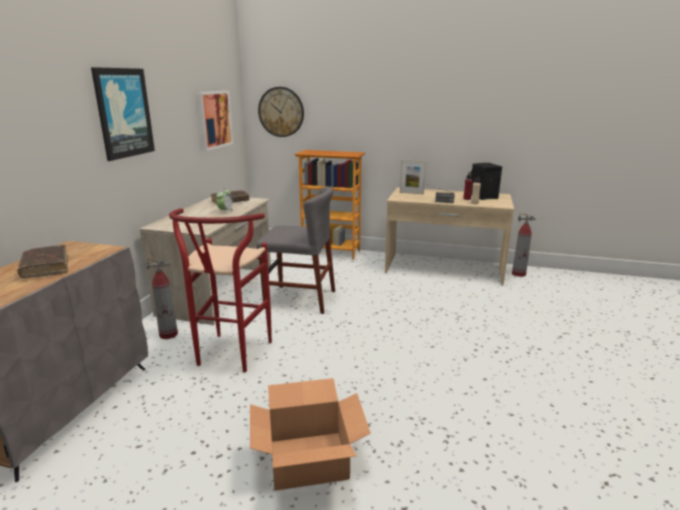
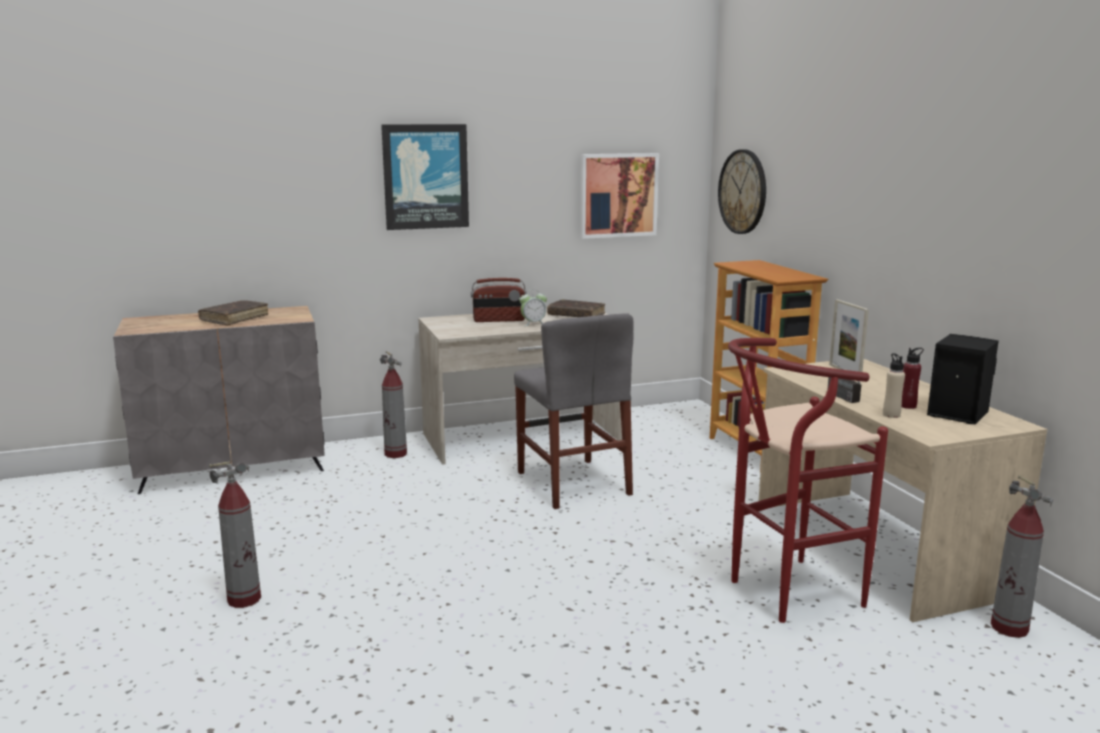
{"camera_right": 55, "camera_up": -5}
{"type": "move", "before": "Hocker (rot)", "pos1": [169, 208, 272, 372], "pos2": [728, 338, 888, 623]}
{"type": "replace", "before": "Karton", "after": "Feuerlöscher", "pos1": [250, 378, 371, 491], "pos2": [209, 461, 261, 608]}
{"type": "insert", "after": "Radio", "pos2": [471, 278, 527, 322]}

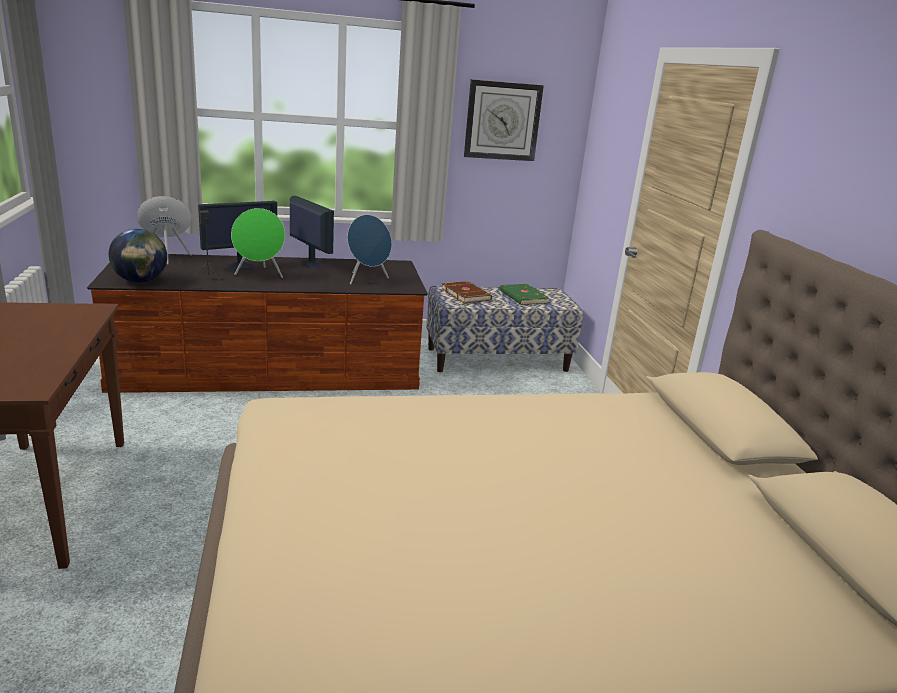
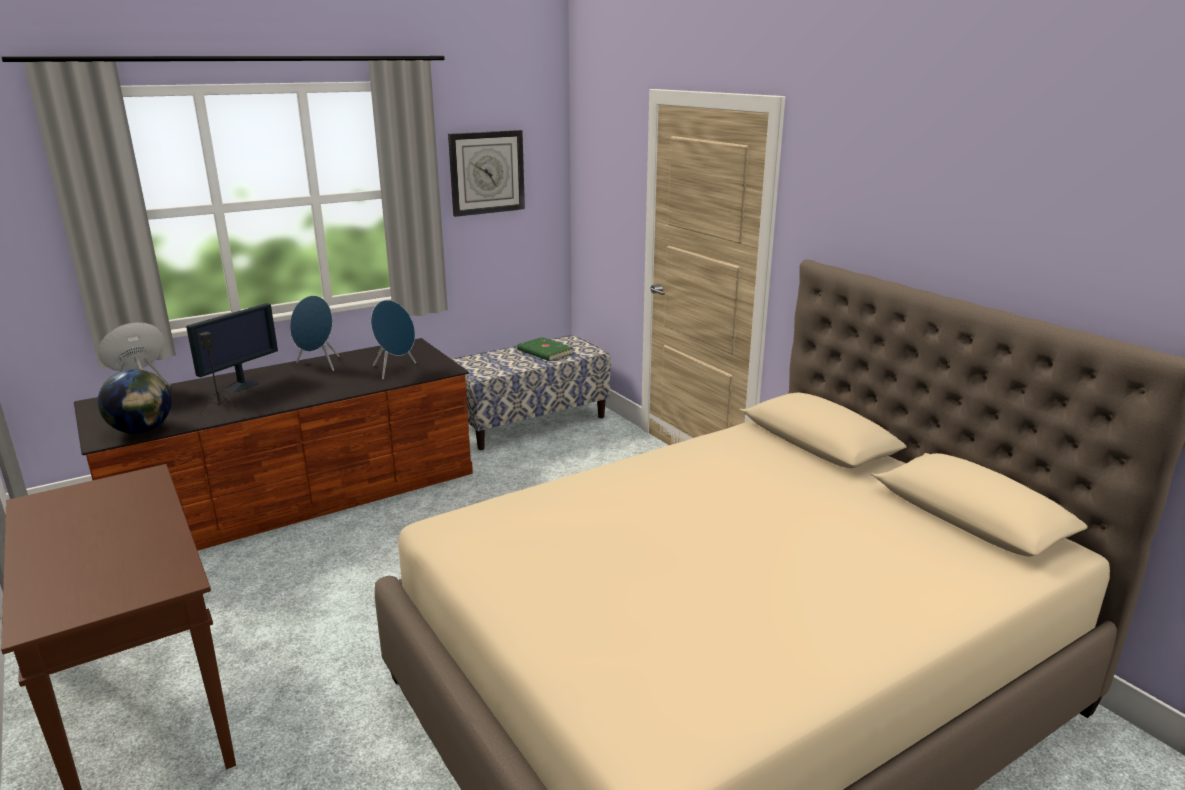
{"camera_right": -20, "camera_up": 0}
{"type": "delete", "before": "Lautsprecher (grün)", "pos1": [231, 208, 285, 278]}
{"type": "replace", "before": "Monitor", "after": "Lautsprecher (blau)", "pos1": [290, 196, 334, 269], "pos2": [290, 296, 340, 371]}
{"type": "delete", "before": "Buch (braun)", "pos1": [441, 281, 492, 303]}

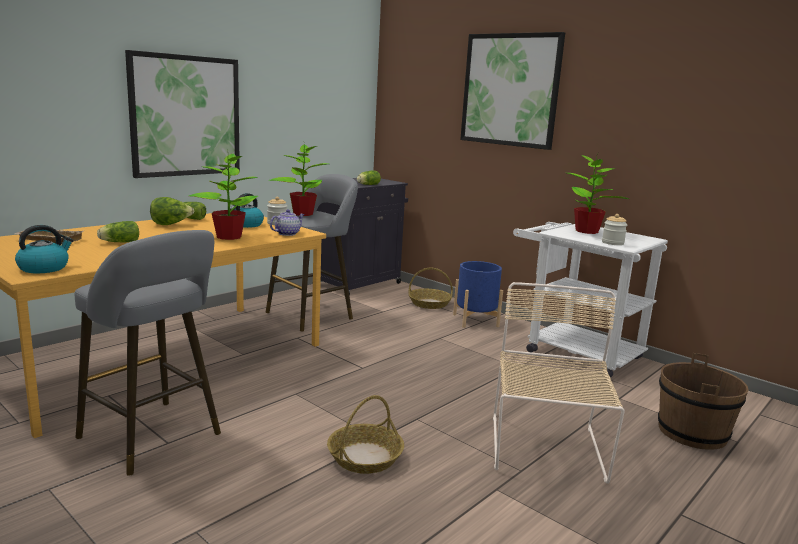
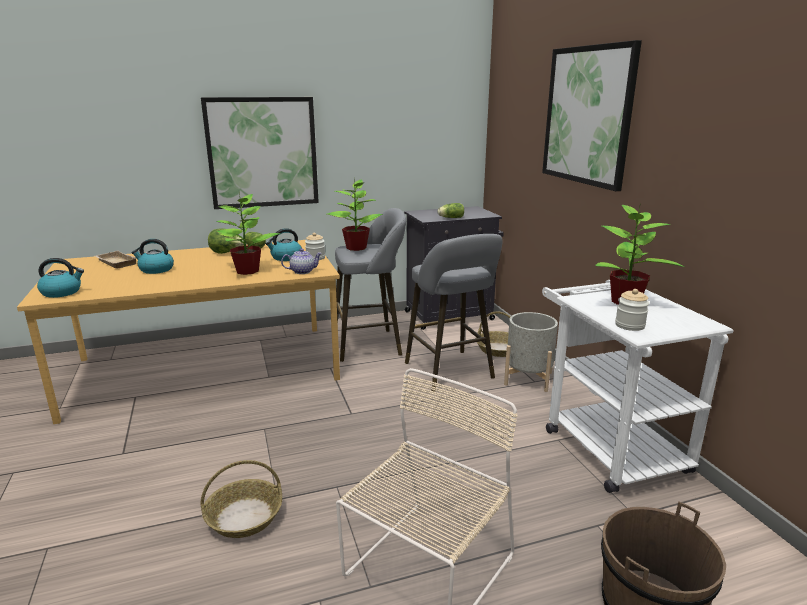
{"camera_right": 30, "camera_up": 5}
{"type": "move", "before": "Hocker (grau)", "pos1": [75, 230, 221, 476], "pos2": [405, 234, 503, 392]}
{"type": "replace", "before": "Salatkopf", "after": "Wasserkessel", "pos1": [97, 221, 139, 242], "pos2": [131, 239, 174, 274]}
{"type": "recolor", "before": "Pflanzkübel (blau)", "after": "Pflanzkübel (grau)", "pos1": [453, 261, 503, 328], "pos2": [504, 312, 558, 392]}

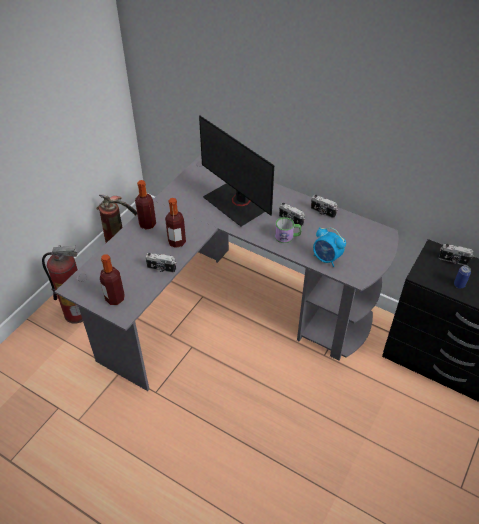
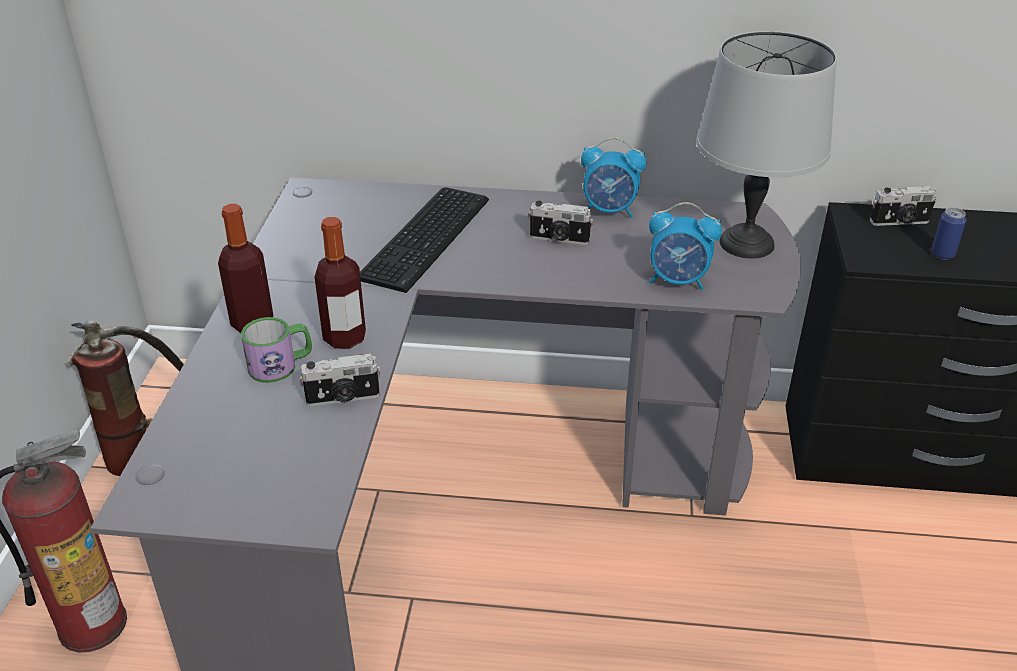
{"camera_right": -25, "camera_up": -10}
{"type": "delete", "before": "Flasche", "pos1": [100, 254, 125, 305]}
{"type": "replace", "before": "Monitor", "after": "Tastatur", "pos1": [199, 116, 274, 227], "pos2": [360, 187, 489, 293]}
{"type": "move", "before": "Henkelbecher", "pos1": [275, 217, 301, 243], "pos2": [241, 317, 312, 383]}
{"type": "replace", "before": "Kamera", "after": "Wecker", "pos1": [311, 195, 338, 219], "pos2": [581, 137, 646, 218]}
{"type": "insert", "after": "Tischlampe (grau)", "pos2": [696, 31, 837, 259]}

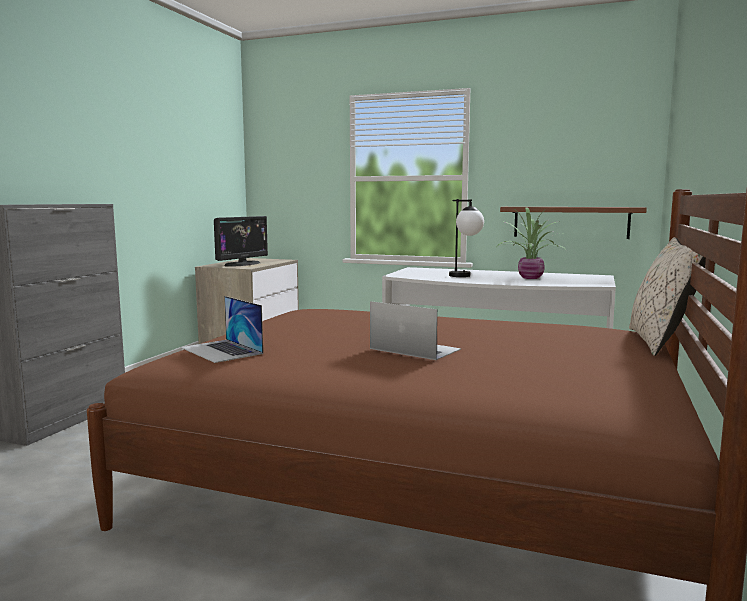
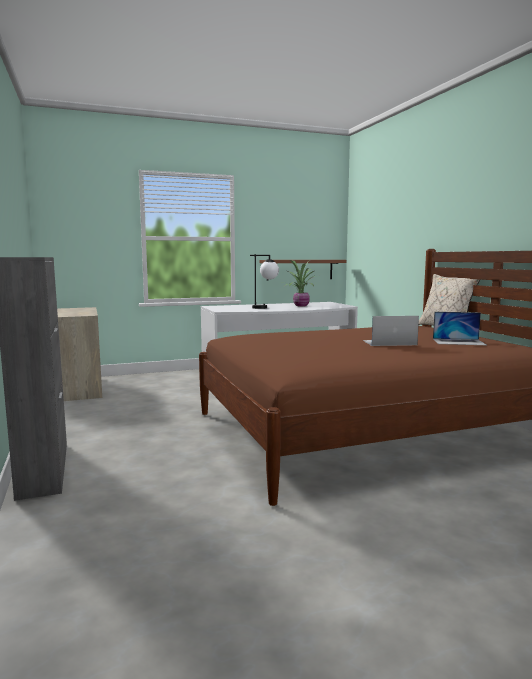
{"camera_right": -40, "camera_up": 0}
{"type": "move", "before": "Laptop", "pos1": [181, 296, 263, 363], "pos2": [433, 312, 486, 345]}
{"type": "delete", "before": "Monitor", "pos1": [214, 216, 268, 267]}

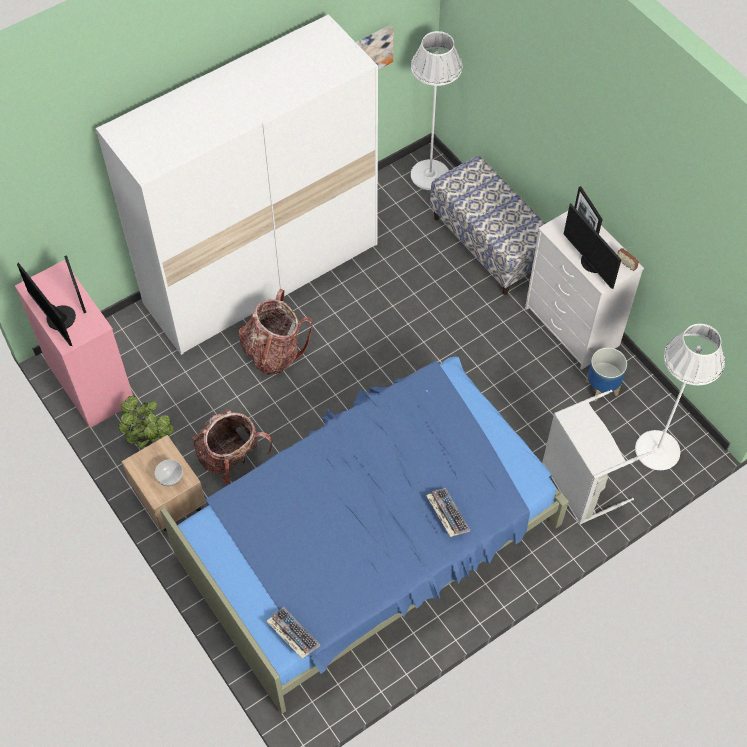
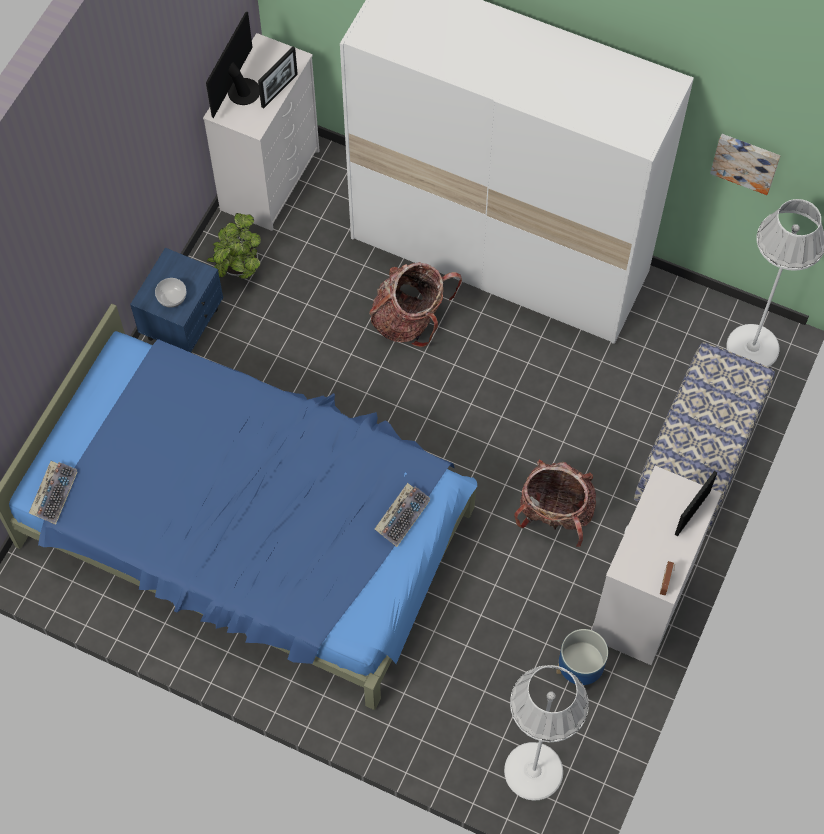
{"camera_right": 60, "camera_up": 5}
{"type": "recolor", "before": "Kommode (rosa)", "after": "Kommode (weiß)", "pos1": [15, 260, 133, 428], "pos2": [203, 33, 319, 231]}
{"type": "recolor", "before": "Nachttisch (beige)", "after": "Nachttisch (blau)", "pos1": [122, 435, 206, 531], "pos2": [130, 248, 223, 353]}
{"type": "move", "before": "Rucksack", "pos1": [192, 410, 273, 483], "pos2": [514, 460, 596, 547]}
{"type": "move", "before": "Tastatur", "pos1": [426, 488, 470, 537], "pos2": [375, 483, 430, 547]}
{"type": "delete", "before": "Wäschekorb (grau)", "pos1": [542, 390, 653, 525]}
{"type": "delete", "before": "Monitor", "pos1": [564, 203, 621, 289]}

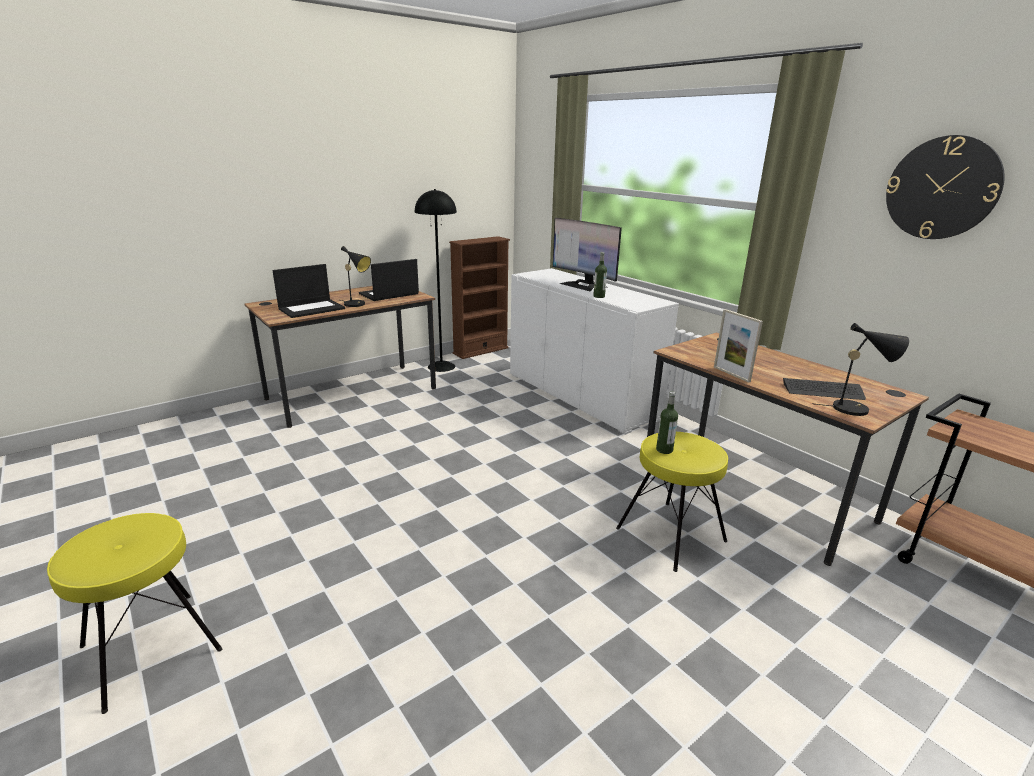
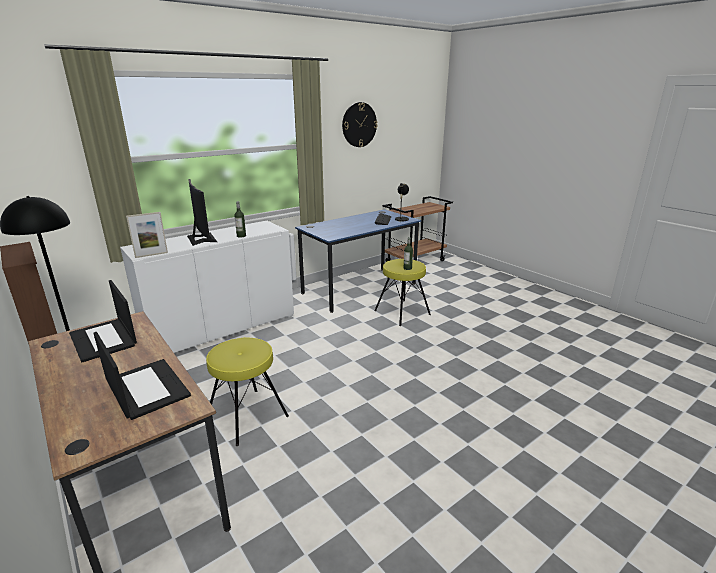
{"camera_right": -90, "camera_up": 0}
{"type": "move", "before": "Hocker (gelb)", "pos1": [47, 513, 222, 714], "pos2": [206, 337, 289, 446]}
{"type": "delete", "before": "Tischlampe (schwarz)", "pos1": [341, 246, 371, 307]}
{"type": "rotate", "before": "Monitor", "pos1": [553, 218, 622, 292], "pos2": [187, 179, 217, 246], "turn": -75}
{"type": "recolor", "before": "Schreibtisch (braun)", "after": "Schreibtisch (blau)", "pos1": [647, 333, 929, 566], "pos2": [295, 209, 421, 313]}
{"type": "move", "before": "Bilderrahmen", "pos1": [714, 309, 763, 382], "pos2": [126, 212, 168, 258]}

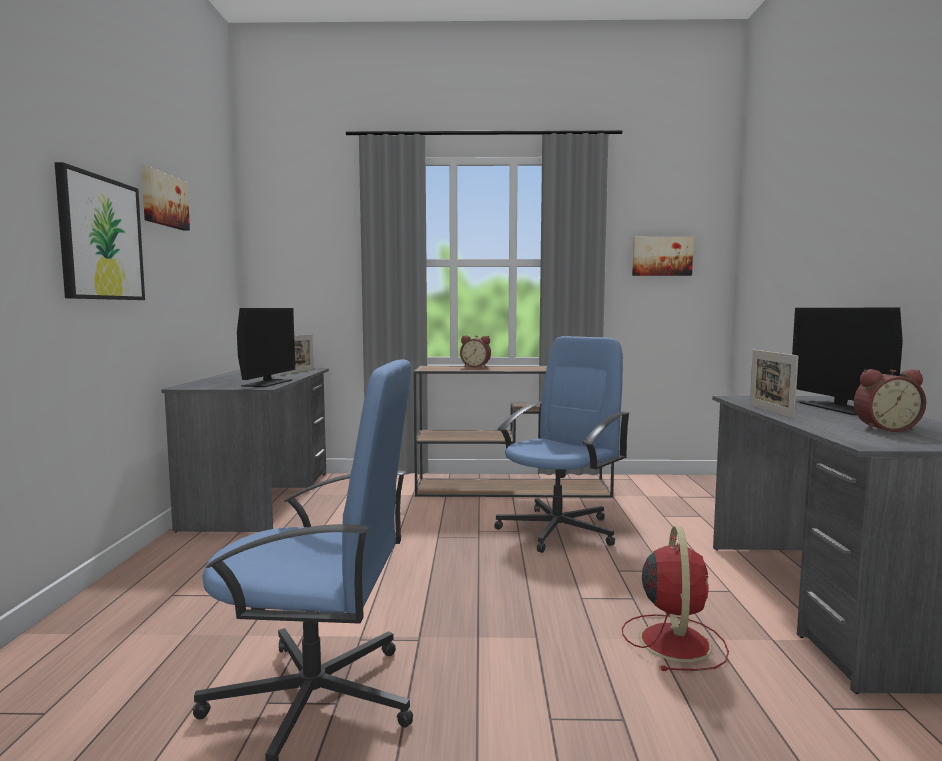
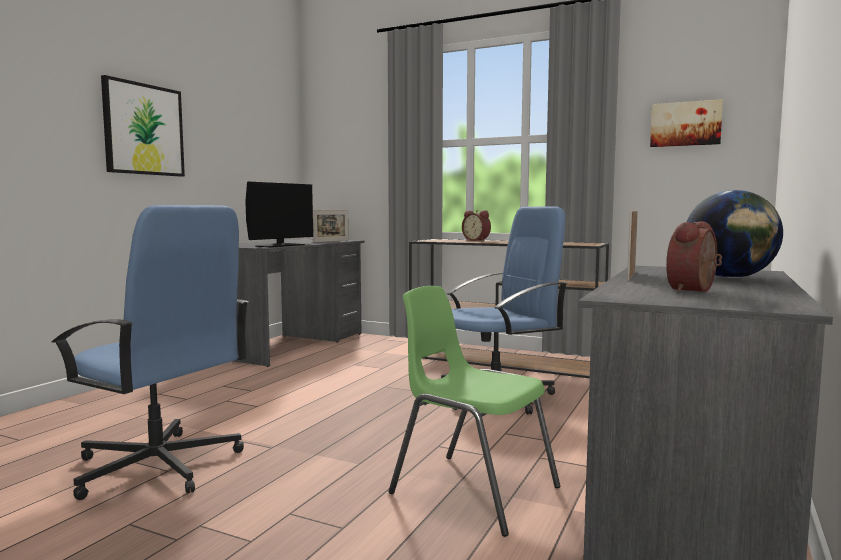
{"camera_right": 25, "camera_up": 0}
{"type": "delete", "before": "Bild", "pos1": [141, 166, 190, 230]}
{"type": "replace", "before": "Ventilator (rot)", "after": "Stuhl (grün)", "pos1": [622, 526, 729, 671], "pos2": [389, 286, 561, 537]}
{"type": "replace", "before": "Monitor", "after": "Globus", "pos1": [792, 308, 903, 415], "pos2": [687, 190, 783, 278]}
{"type": "rotate", "before": "Wecker", "pos1": [854, 369, 926, 432], "pos2": [666, 221, 722, 293], "turn": 105}

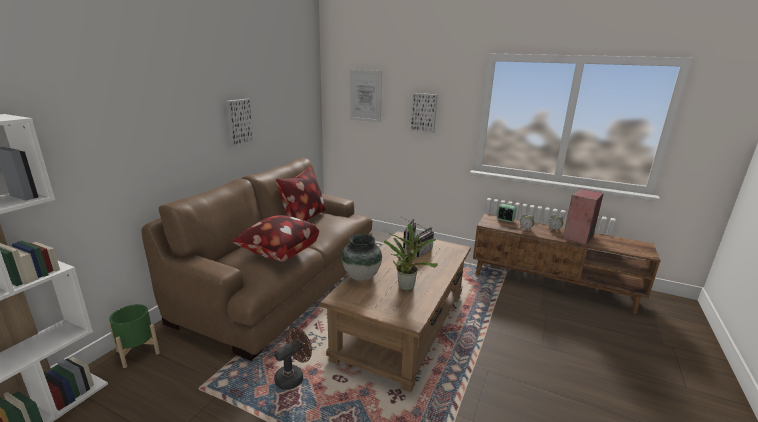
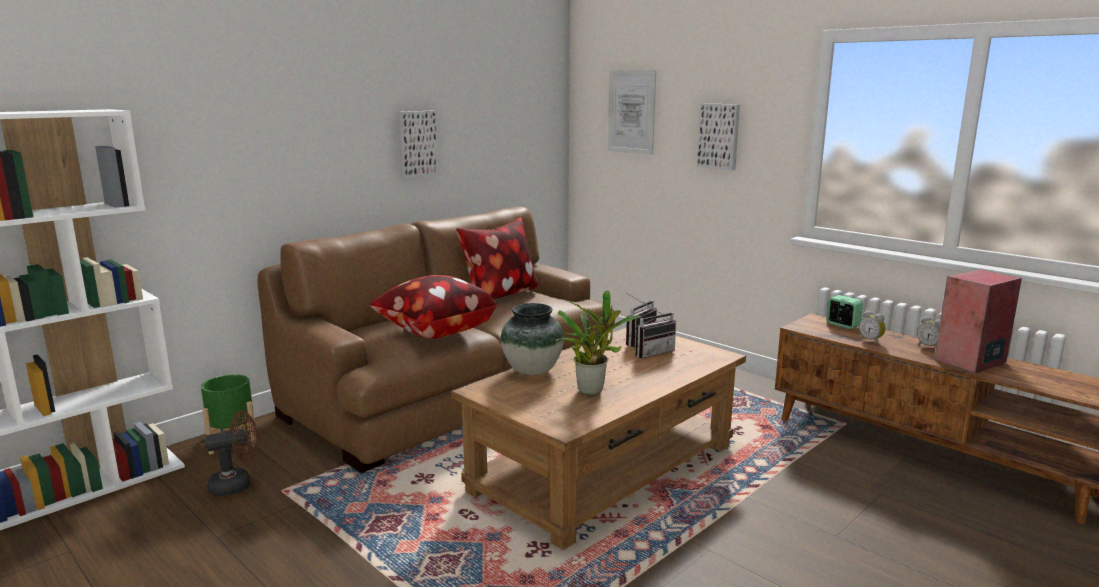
{"camera_right": 20, "camera_up": -5}
{"type": "move", "before": "Ventilator (braun)", "pos1": [274, 327, 312, 390], "pos2": [204, 410, 258, 496]}

